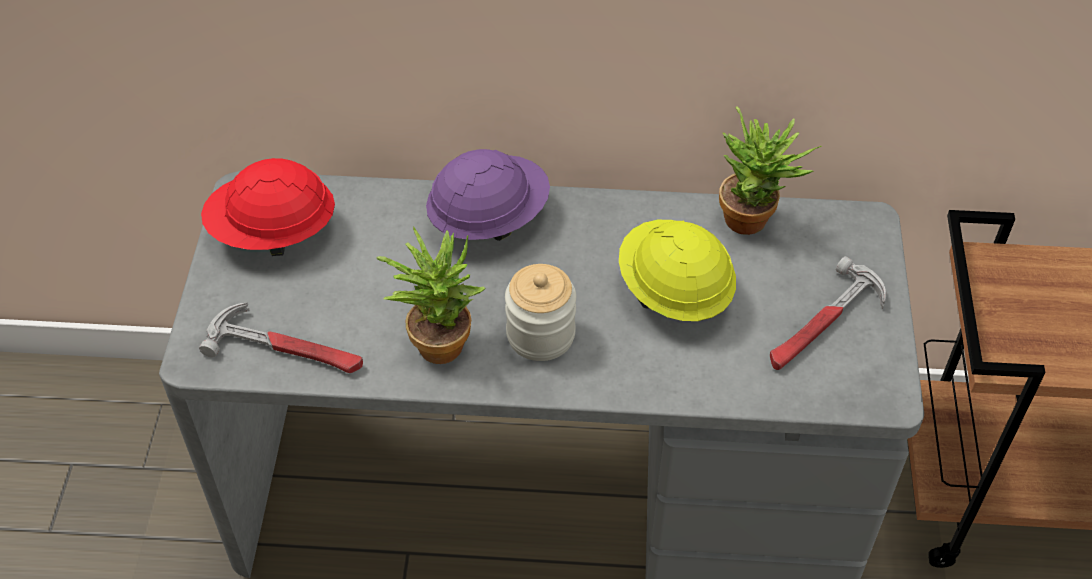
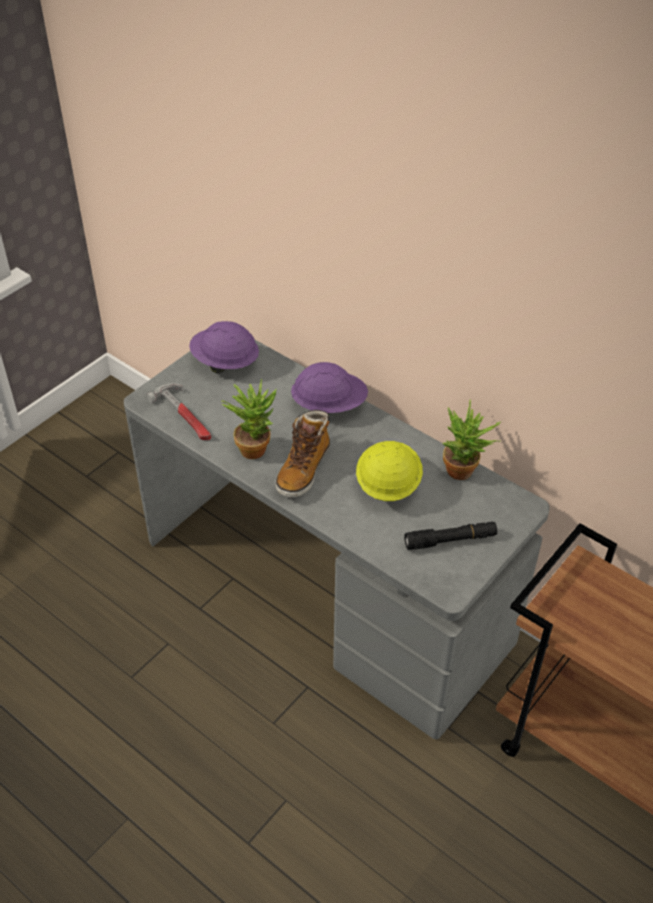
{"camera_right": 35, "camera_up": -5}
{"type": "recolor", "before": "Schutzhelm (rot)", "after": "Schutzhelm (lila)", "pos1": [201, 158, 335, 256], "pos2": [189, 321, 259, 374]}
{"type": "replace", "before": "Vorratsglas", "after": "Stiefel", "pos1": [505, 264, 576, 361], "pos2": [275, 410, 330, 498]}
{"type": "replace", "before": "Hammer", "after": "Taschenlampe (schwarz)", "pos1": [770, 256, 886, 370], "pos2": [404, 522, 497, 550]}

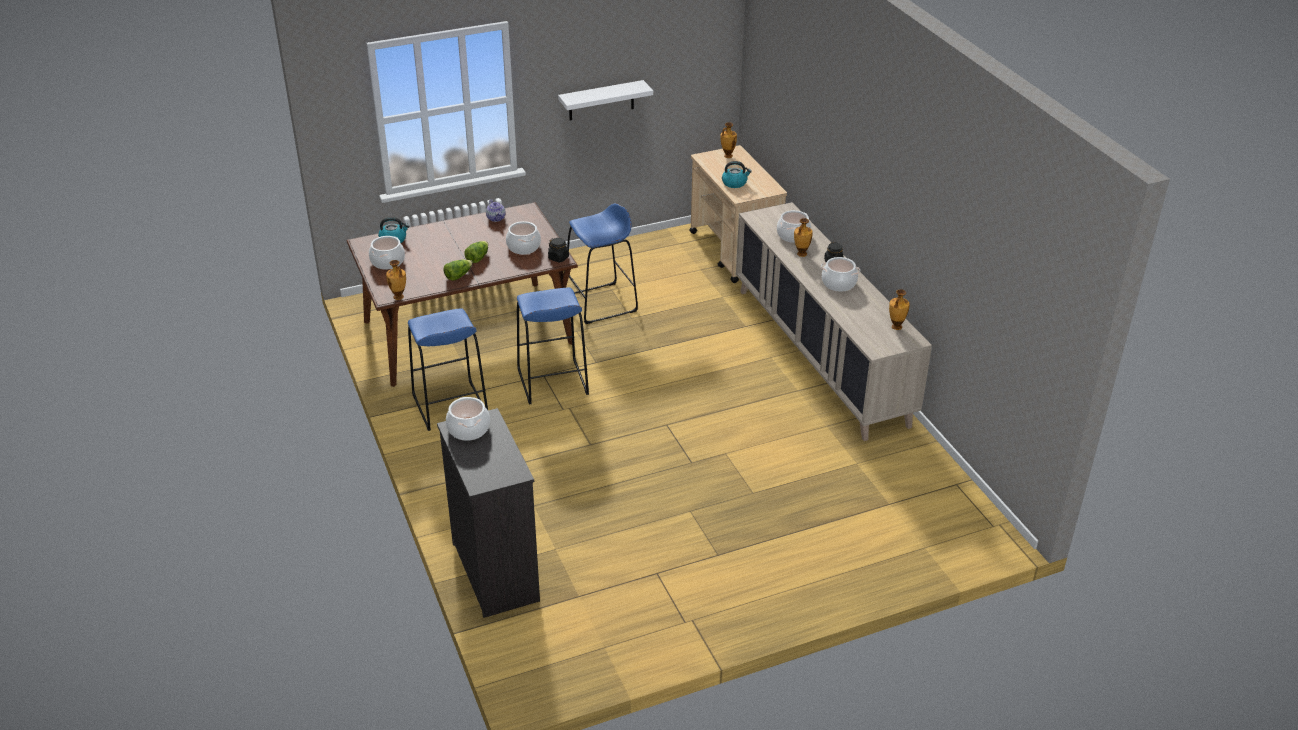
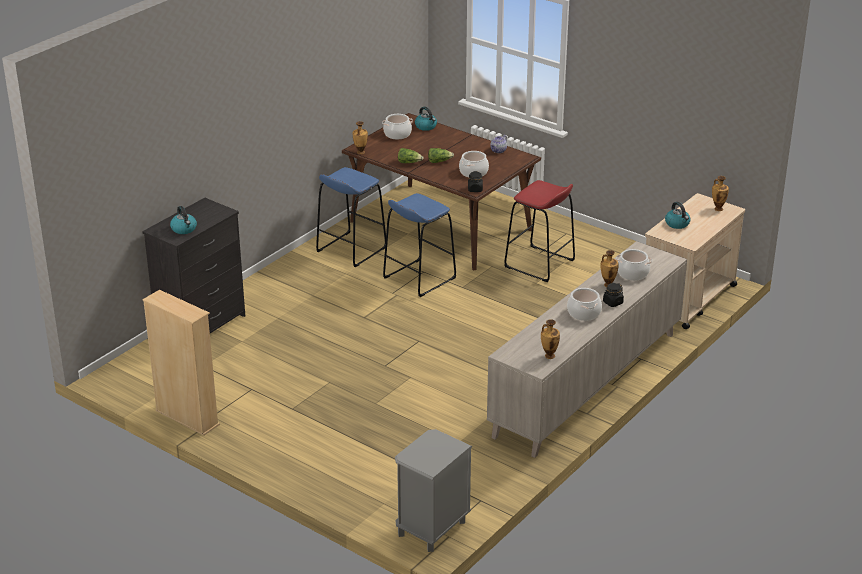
{"camera_right": 60, "camera_up": -5}
{"type": "delete", "before": "Kochtopf", "pos1": [446, 397, 490, 441]}
{"type": "delete", "before": "Wandregal (weiß)", "pos1": [558, 80, 653, 120]}
{"type": "recolor", "before": "Hocker (blau)", "after": "Hocker (rot)", "pos1": [567, 203, 638, 324], "pos2": [505, 180, 575, 282]}
{"type": "insert", "after": "Bücherregal (beige)", "pos2": [142, 290, 220, 436]}
{"type": "insert", "after": "Wasserkessel", "pos2": [170, 206, 197, 234]}
{"type": "insert", "after": "Nachttisch (grau)", "pos2": [395, 429, 472, 552]}

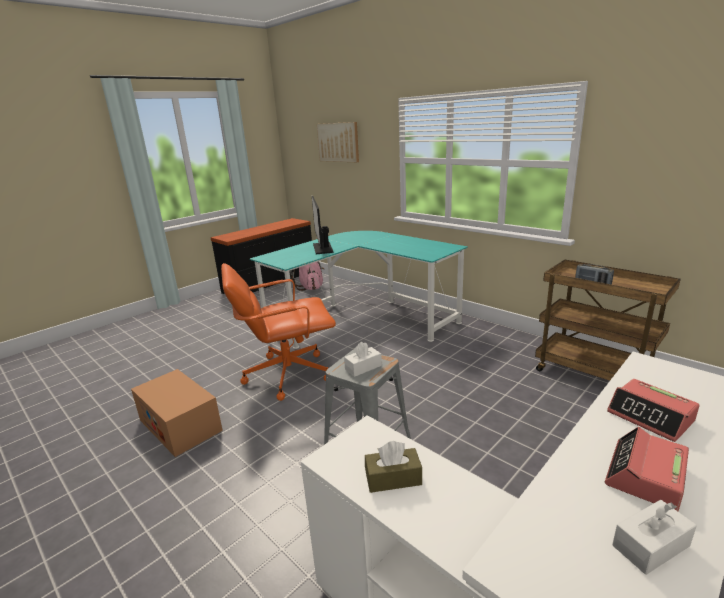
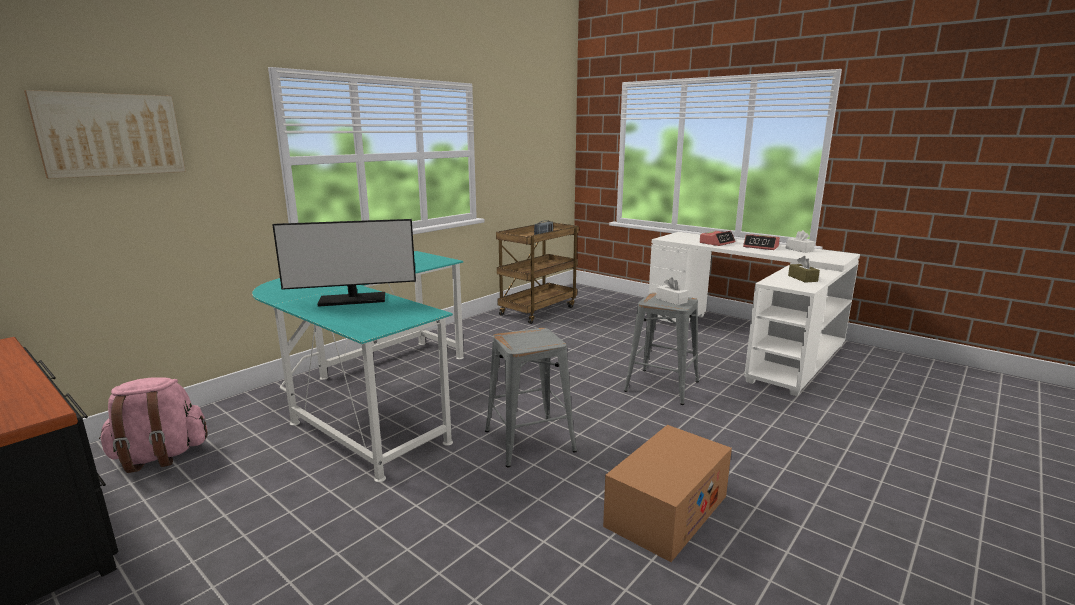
{"camera_right": -95, "camera_up": -5}
{"type": "replace", "before": "Bürostuhl (orange)", "after": "Hocker (grau)", "pos1": [221, 263, 336, 401], "pos2": [485, 328, 577, 468]}

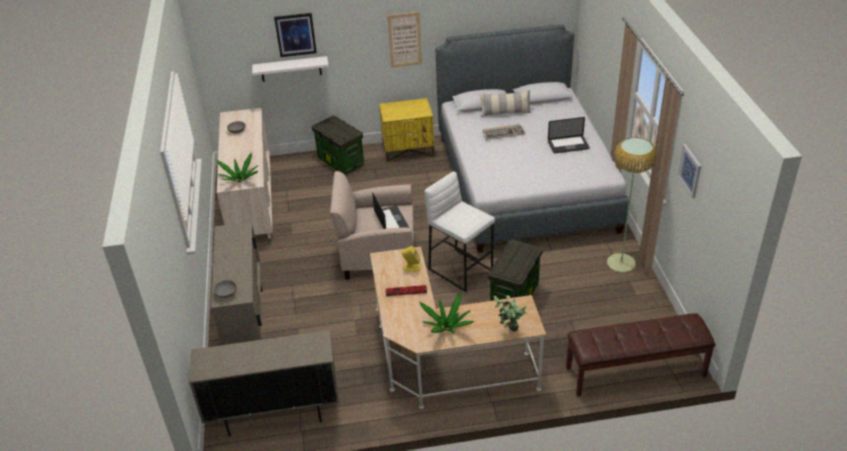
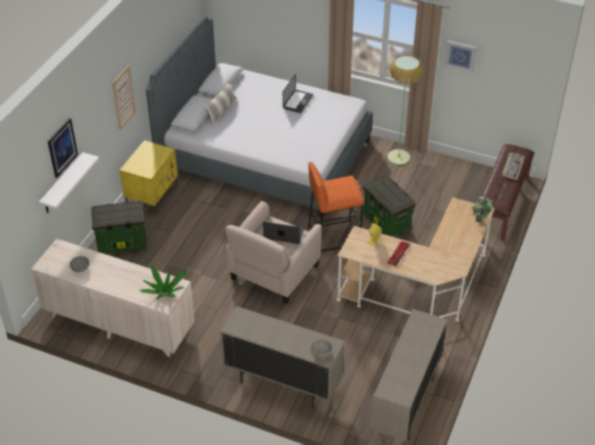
{"camera_right": -60, "camera_up": 5}
{"type": "delete", "before": "Topfpflanze", "pos1": [420, 292, 474, 333]}
{"type": "recolor", "before": "Hocker (weiß)", "after": "Hocker (orange)", "pos1": [424, 171, 495, 292], "pos2": [308, 162, 364, 252]}
{"type": "move", "before": "Tastatur", "pos1": [483, 124, 525, 140], "pos2": [502, 153, 525, 180]}

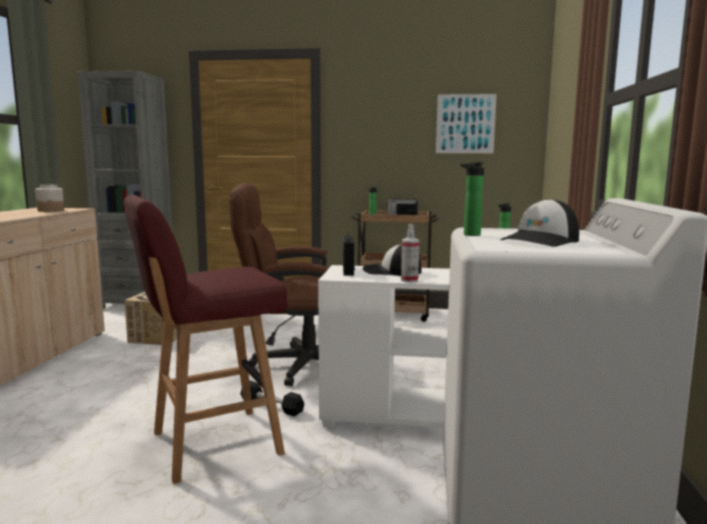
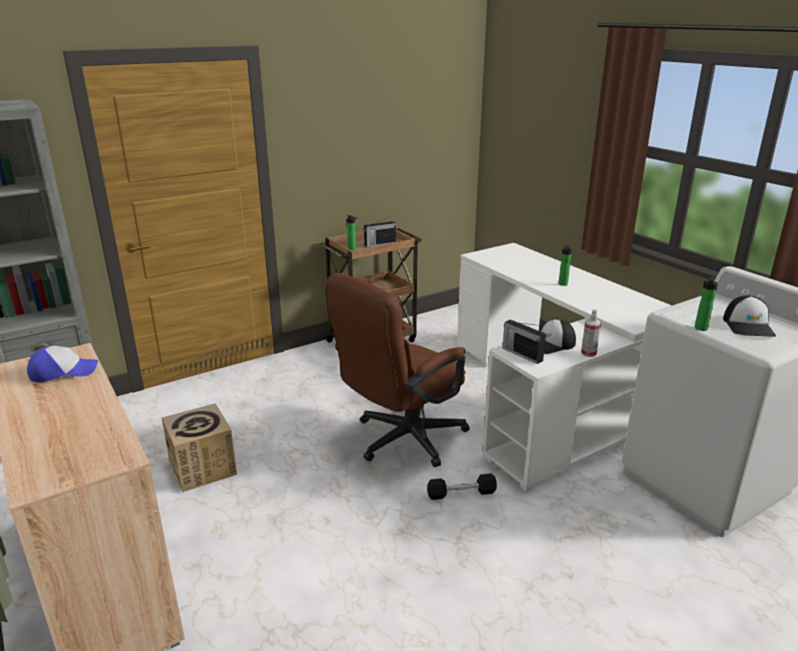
{"camera_right": -40, "camera_up": 15}
{"type": "replace", "before": "Vorratsglas", "after": "Kappe", "pos1": [35, 185, 64, 212], "pos2": [27, 346, 98, 382]}
{"type": "delete", "before": "Hocker (rot)", "pos1": [124, 195, 288, 484]}
{"type": "delete", "before": "Bild", "pos1": [436, 94, 497, 153]}

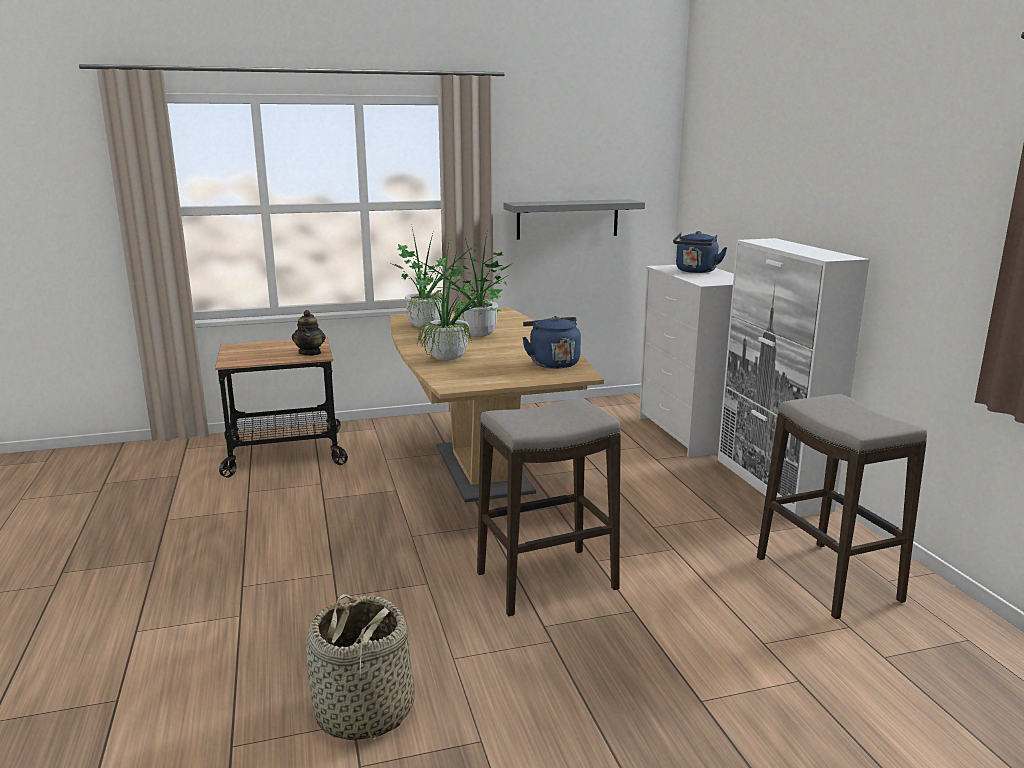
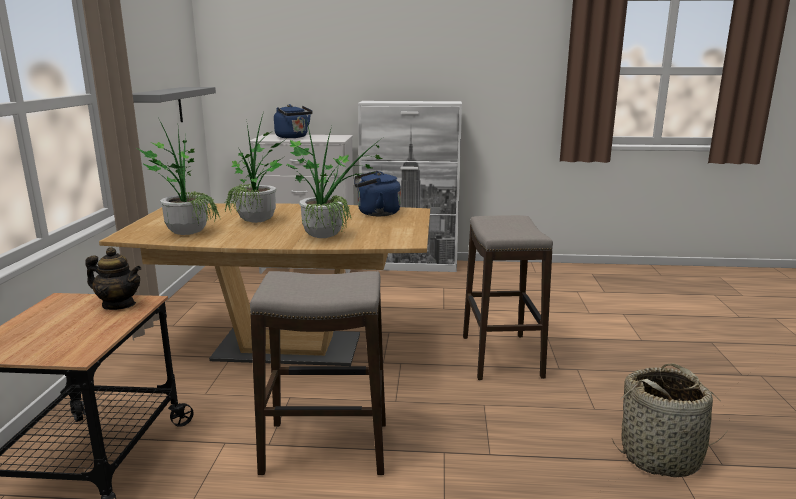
{"camera_right": -70, "camera_up": 0}
{"type": "move", "before": "Hocker", "pos1": [757, 394, 927, 619], "pos2": [250, 271, 386, 475]}

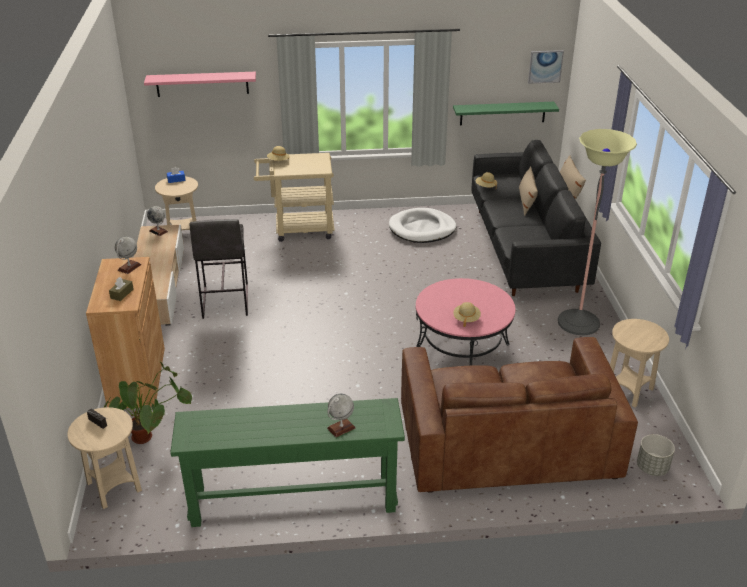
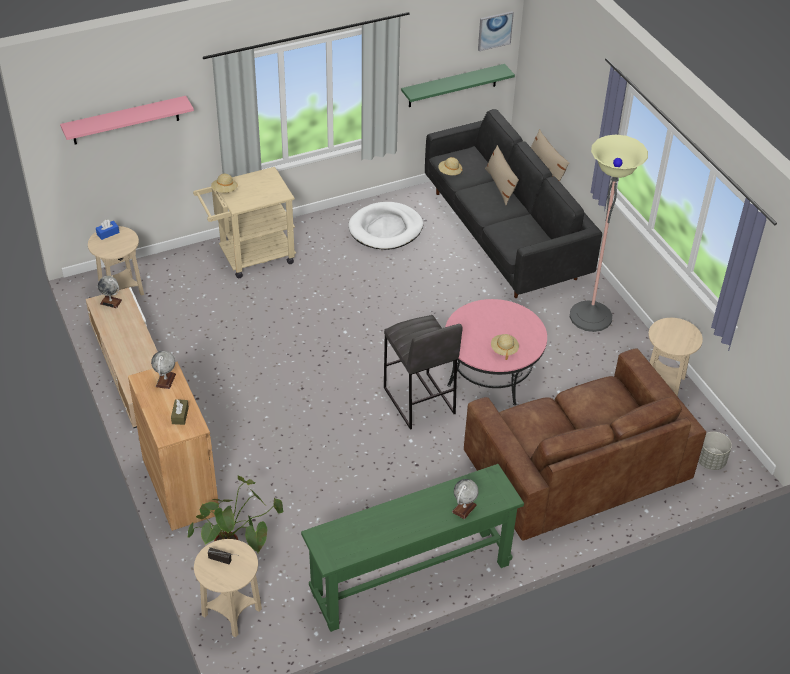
{"camera_right": -20, "camera_up": 10}
{"type": "move", "before": "Hocker (grau)", "pos1": [190, 219, 248, 319], "pos2": [384, 315, 463, 430]}

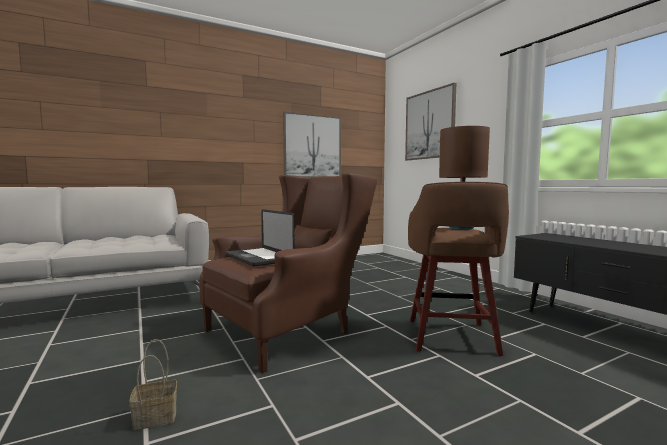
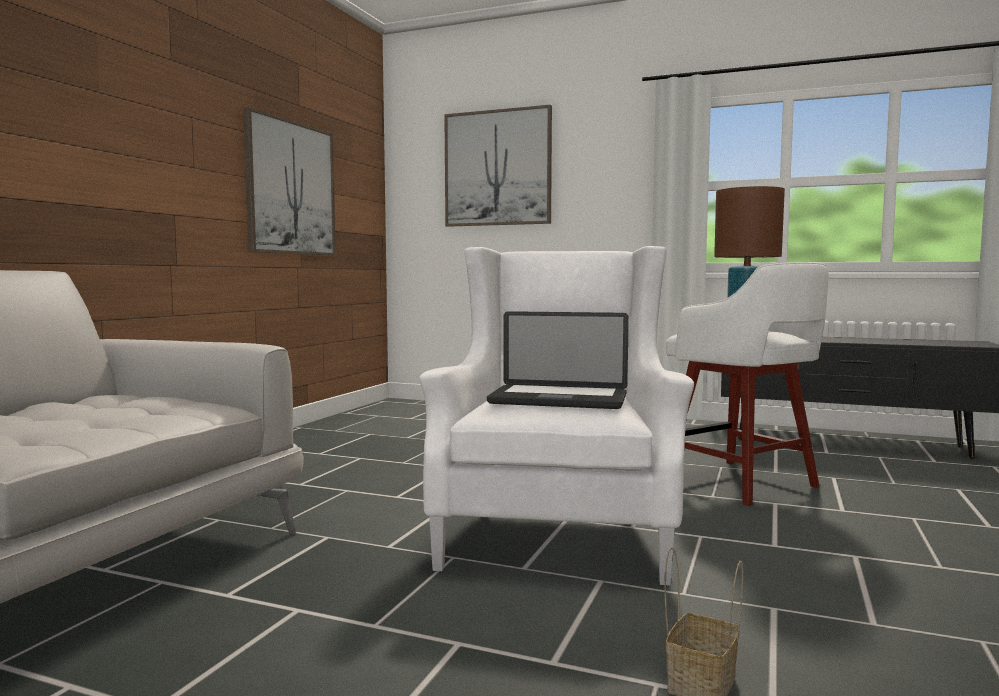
{"camera_right": -40, "camera_up": 0}
{"type": "recolor", "before": "Sessel (braun)", "after": "Sessel (weiß)", "pos1": [199, 173, 377, 373], "pos2": [419, 246, 694, 586]}
{"type": "recolor", "before": "Hocker (braun)", "after": "Hocker (weiß)", "pos1": [408, 182, 509, 356], "pos2": [666, 262, 829, 506]}

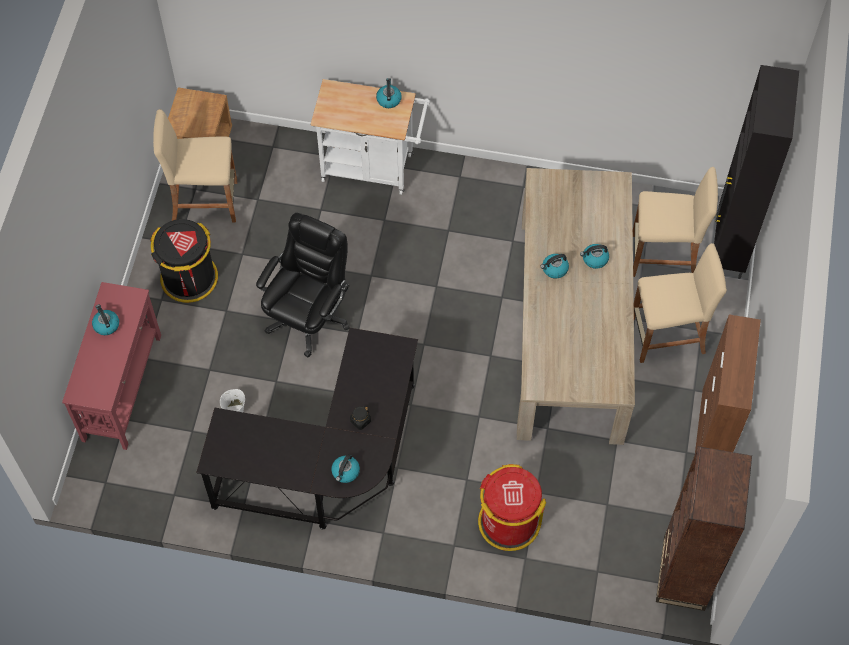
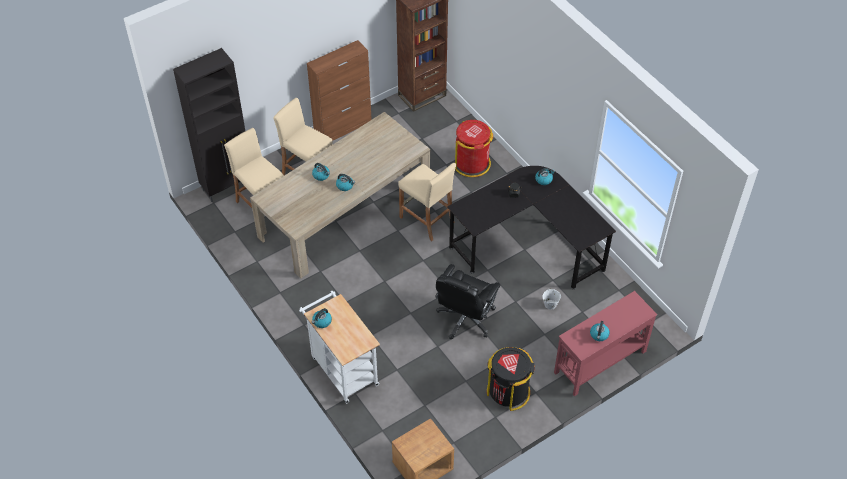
{"camera_right": -135, "camera_up": -10}
{"type": "move", "before": "Hocker (beige)", "pos1": [153, 109, 238, 223], "pos2": [398, 163, 456, 241]}
{"type": "rotate", "before": "Bürostuhl (schwarz)", "pos1": [256, 213, 350, 357], "pos2": [435, 264, 501, 339], "turn": -45}

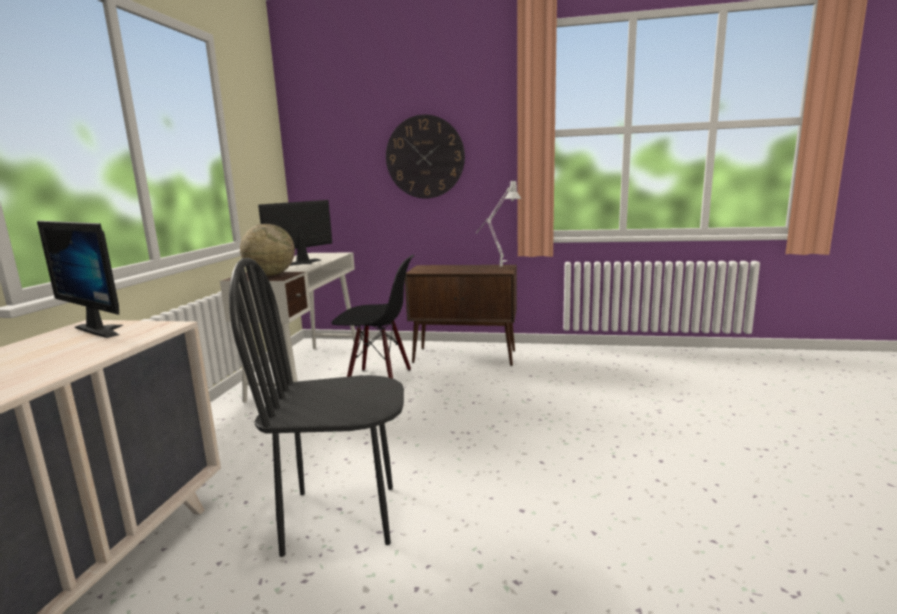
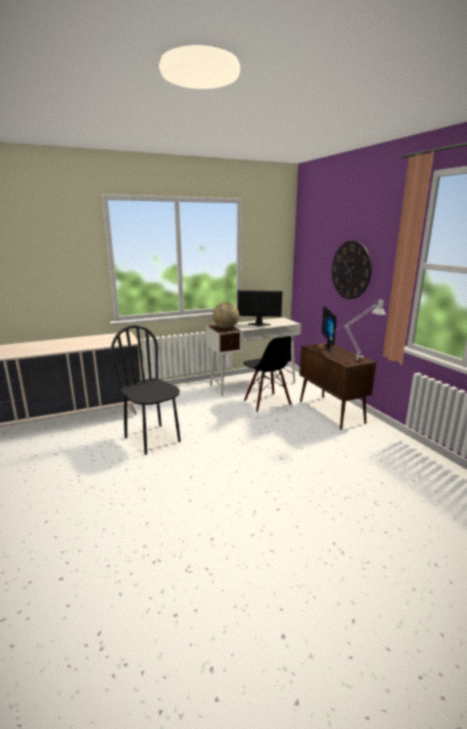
{"camera_right": 55, "camera_up": 5}
{"type": "move", "before": "Monitor", "pos1": [37, 221, 123, 338], "pos2": [322, 306, 337, 352]}

